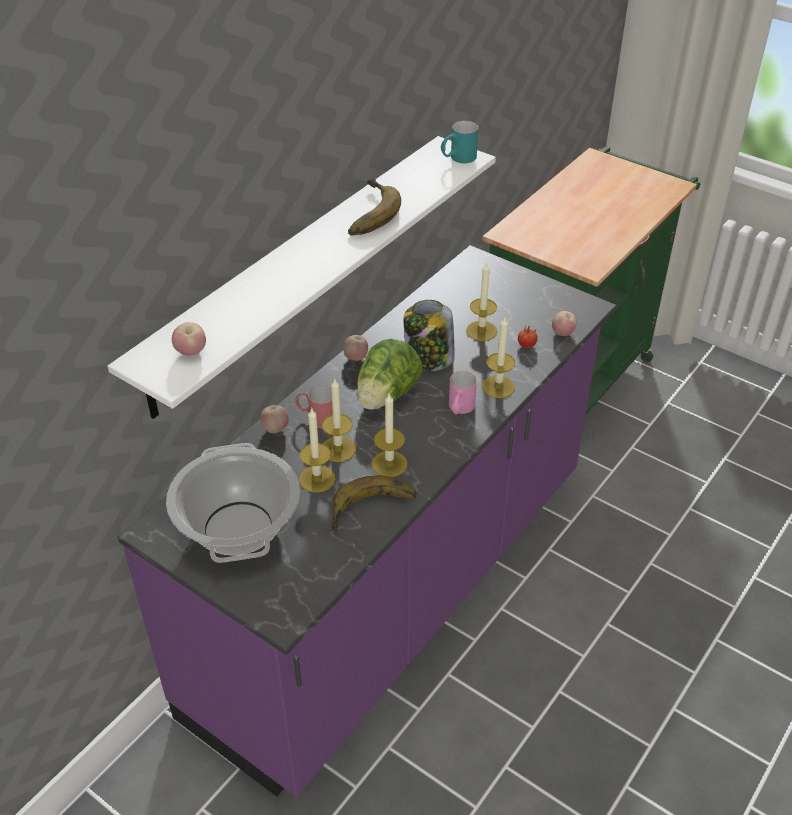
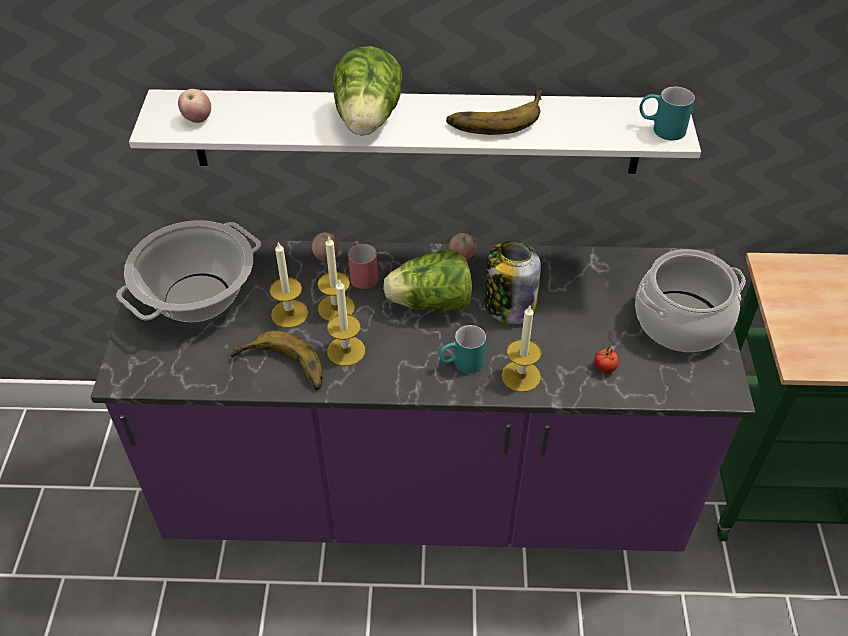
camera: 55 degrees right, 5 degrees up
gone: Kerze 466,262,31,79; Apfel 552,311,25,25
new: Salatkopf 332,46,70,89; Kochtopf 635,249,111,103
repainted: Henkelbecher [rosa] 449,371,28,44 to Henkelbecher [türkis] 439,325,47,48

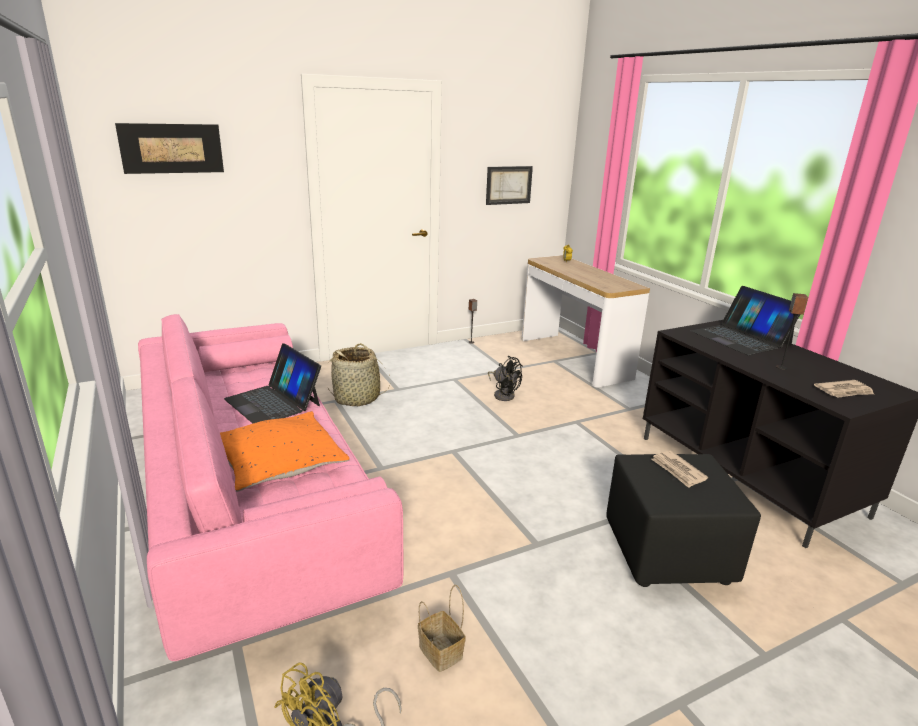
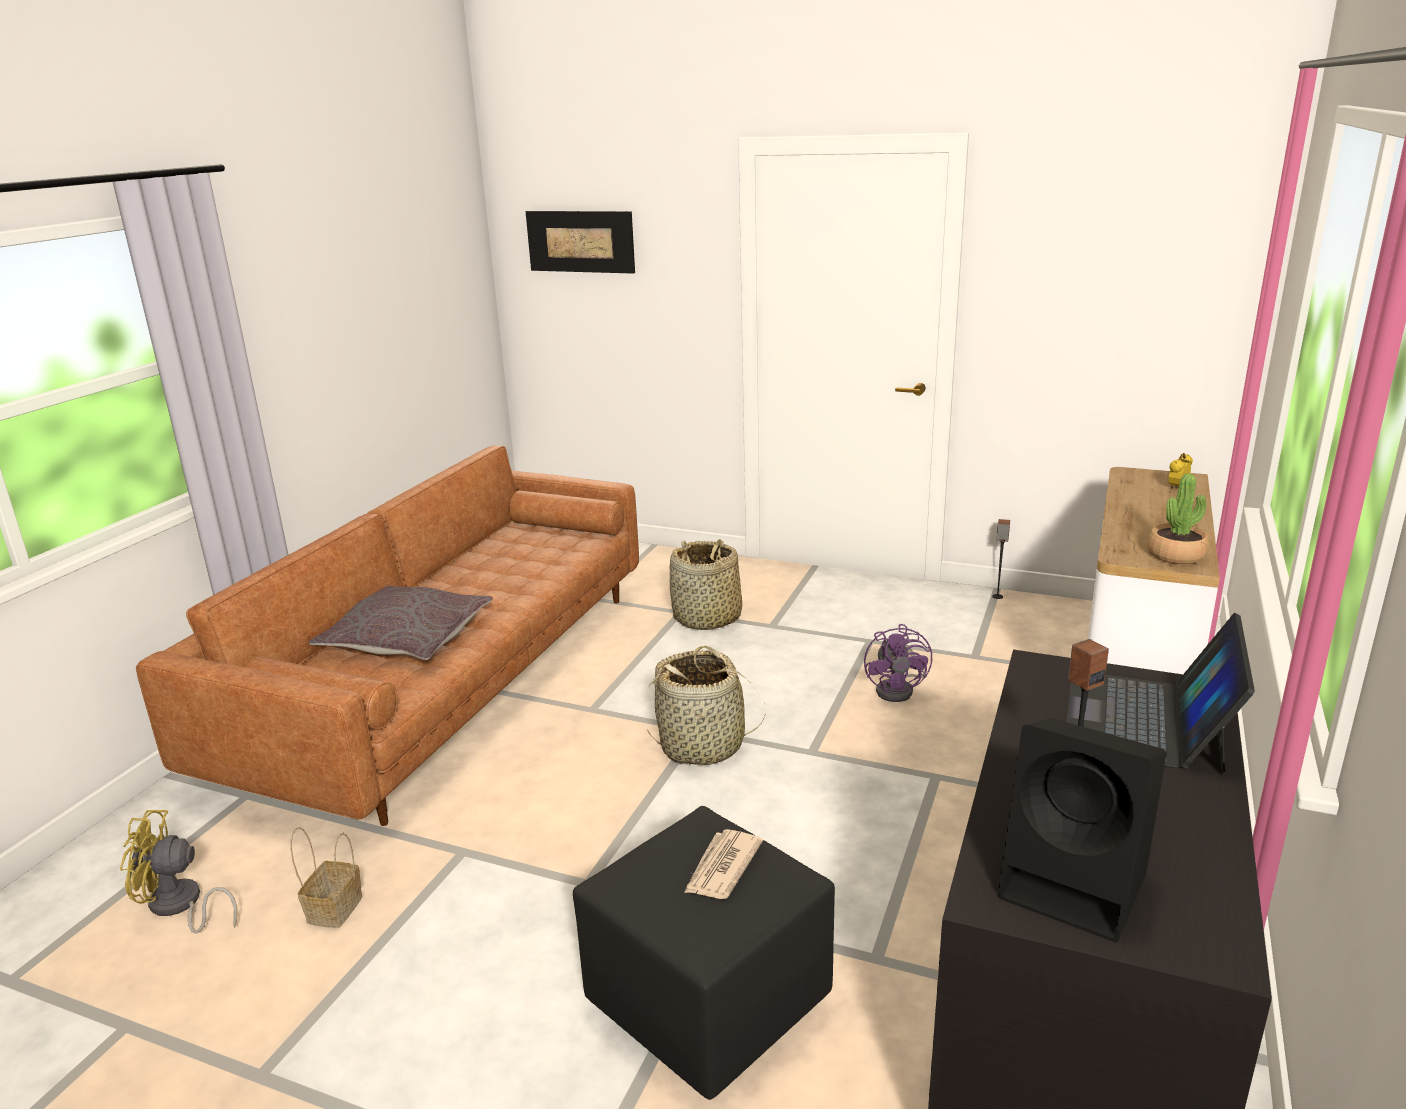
camera: 50 degrees right, 0 degrees up
gone: Laptop 224,343,97,80; Bild 486,166,47,39
new: Korb 647,646,119,119; Topfpflanze 1147,473,62,91
swapped: Zeitung 814,380,60,18 to Lautsprecher [schwarz] 998,718,168,224
repainted: Sofa [rosa] 138,314,265,347 to Sofa [braun] 136,445,503,381; Kissen [orange] 220,411,130,81 to Kissen [grau] 309,585,184,75; Ventilator [schwarz] 488,356,35,45 to Ventilator [lila] 864,624,68,78

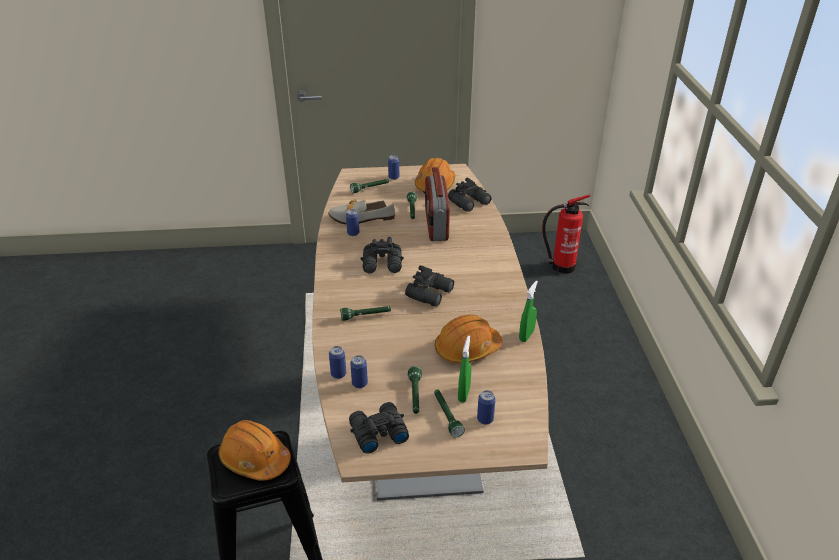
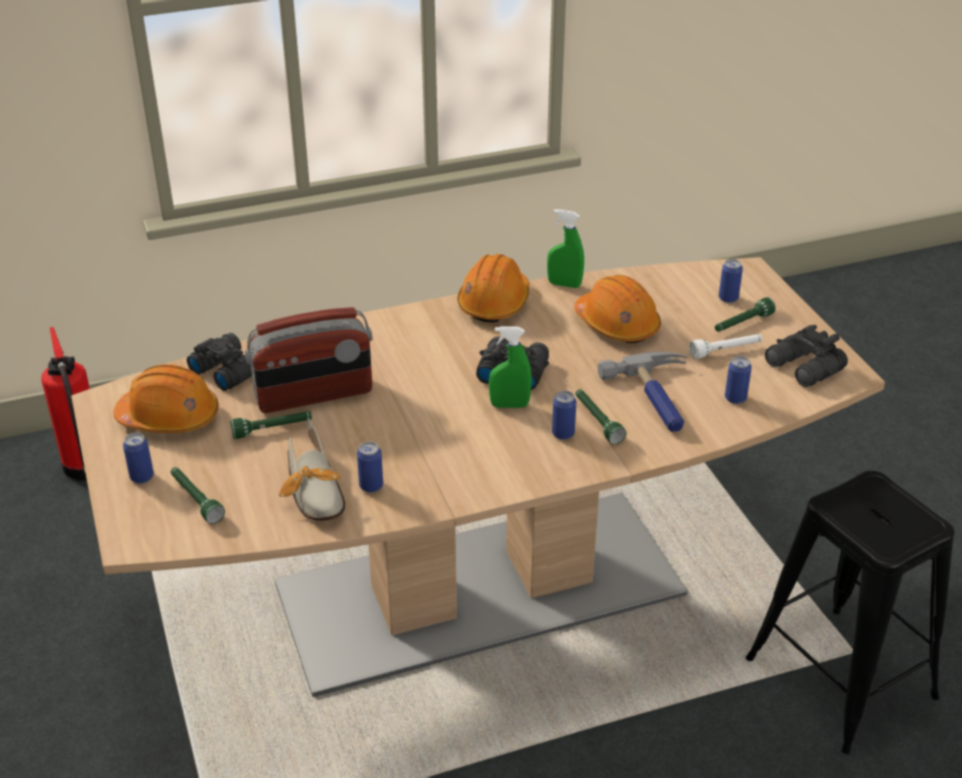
camera: 105 degrees left, 0 degrees up
gone: Fernglas [schwarz] 360,237,44,36
new: Hammer 598,352,89,80
shifted: Schutzhelm [orange] 219,420,72,61 to 457,254,72,69; Sprühflasche [grün] 458,335,13,68 to 489,326,43,82; Dose 329,346,17,33 to 552,391,24,49
repainted: Taschenlampe [grün] 408,366,14,48 to Taschenlampe [weiß] 689,334,73,25

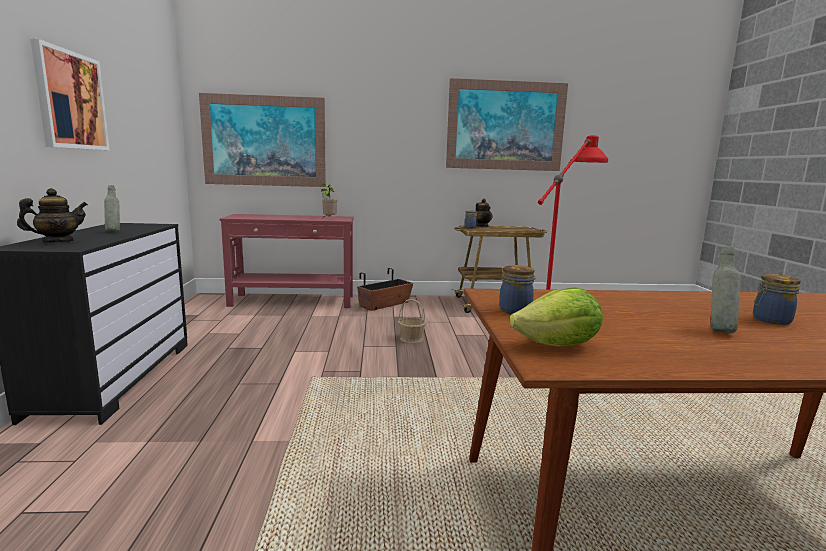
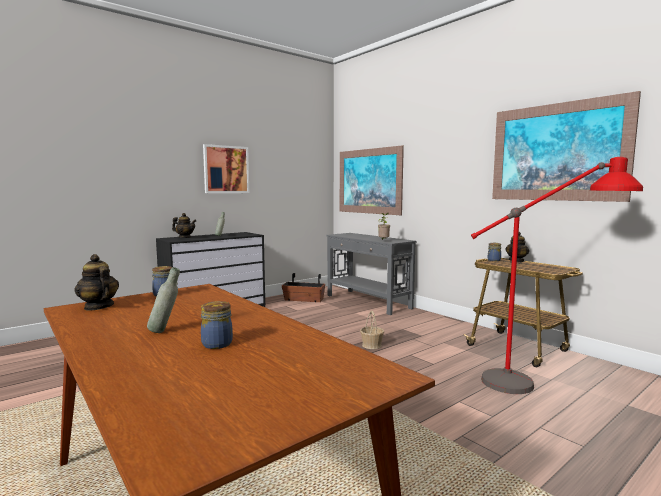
camera: 55 degrees right, 5 degrees down
shifted: Pflanzkübel 357,268,56,43 to 282,273,43,29
swapped: Salatkopf 510,287,93,59 to Teekanne 75,254,44,56
repainted: Konsolentisch [rot] 220,214,134,94 to Konsolentisch [grau] 326,233,91,82

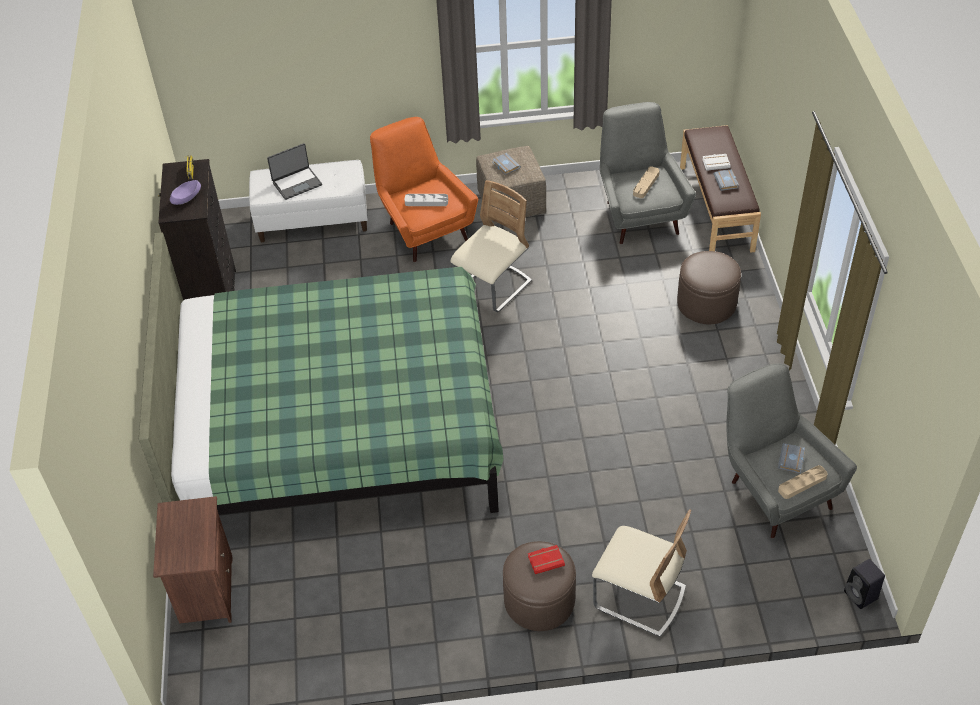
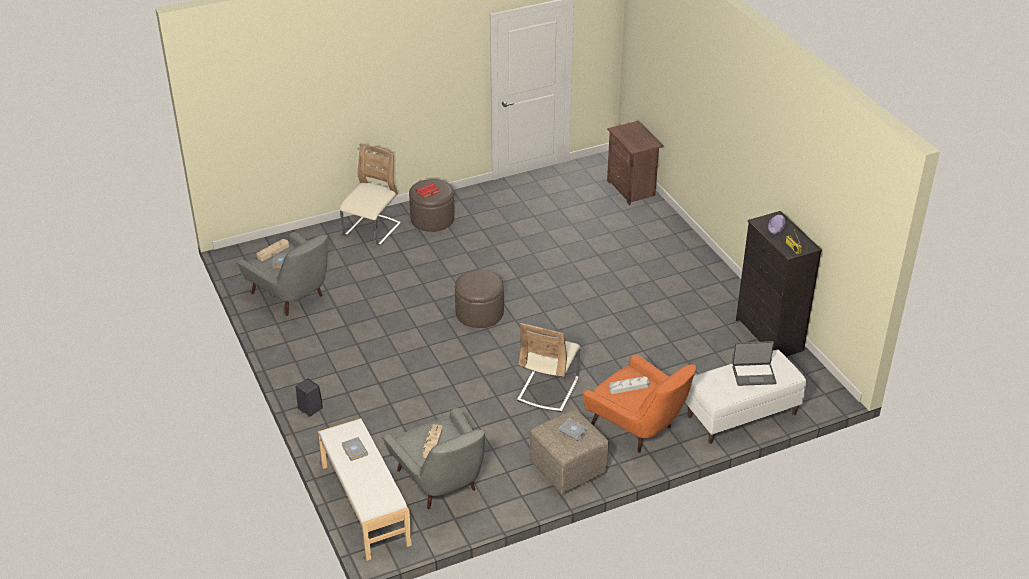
camera: 160 degrees right, 10 degrees down
gone: Bett [grün] 139,232,365,283; Buch [weiß] 702,154,28,17
shifted: Lautsprecher [schwarz] 844,559,41,50 to 296,378,27,38; Polsterhocker [braun] 677,251,64,73 to 455,270,49,58
repainted: Bank [braun] 680,125,81,128 to Bank [weiß] 318,418,94,143
rotated: Stuhl [beige] 592,509,99,128 = 340,145,61,100 105 degrees clockwise; Laptop 267,143,55,57 = 732,341,45,45 135 degrees counterclockwise

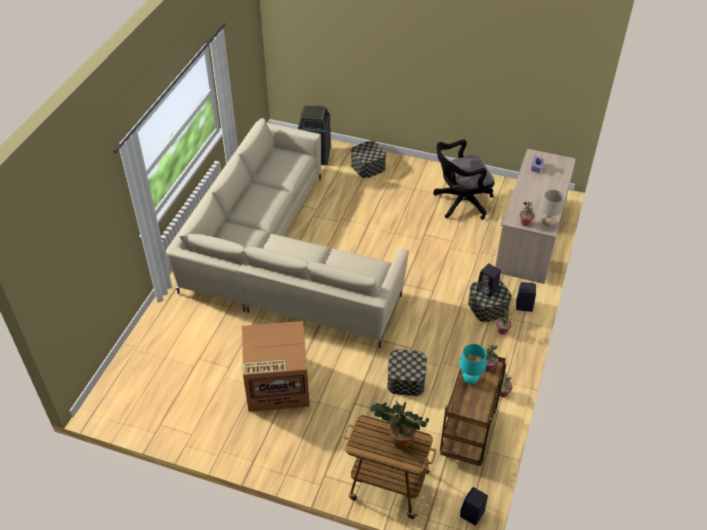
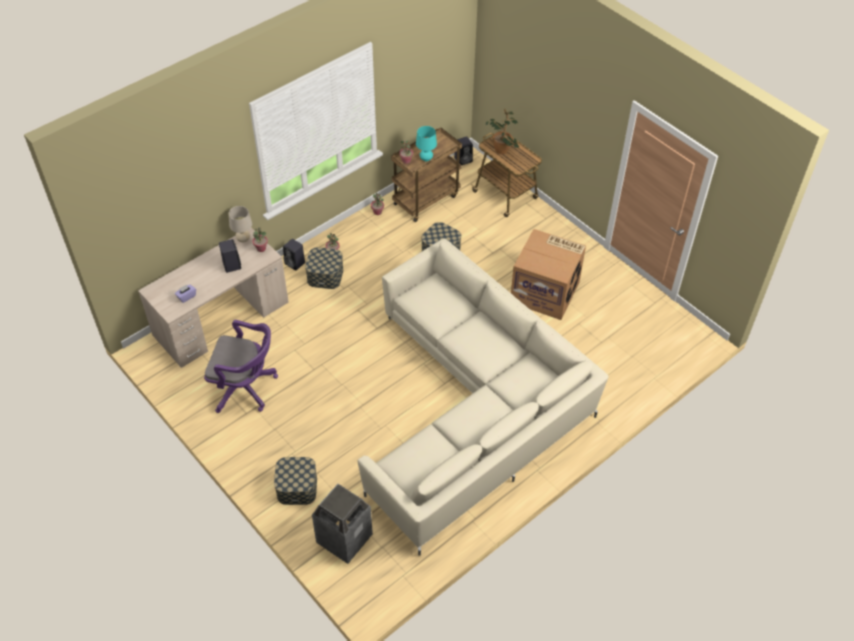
camera: 150 degrees left, 5 degrees up
shifted: Lautsprecher [schwarz] 477,263,24,34 to 219,239,22,34
repainted: Bürostuhl [schwarz] 433,139,61,81 to Bürostuhl [lila] 204,320,74,93

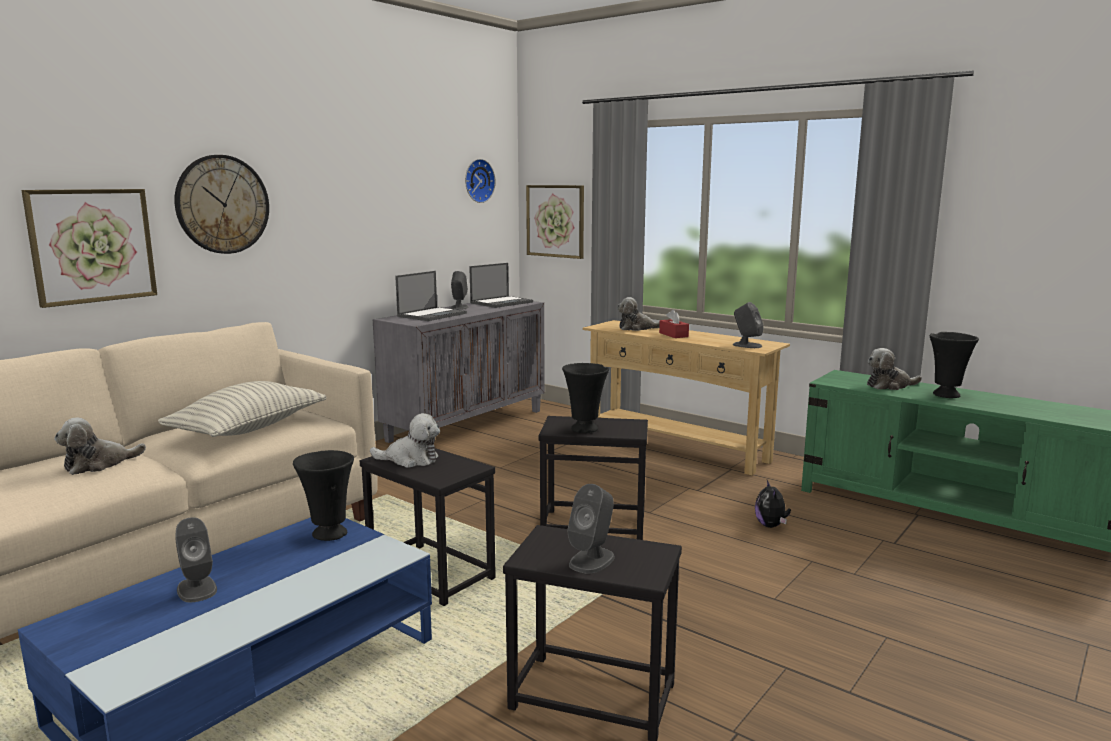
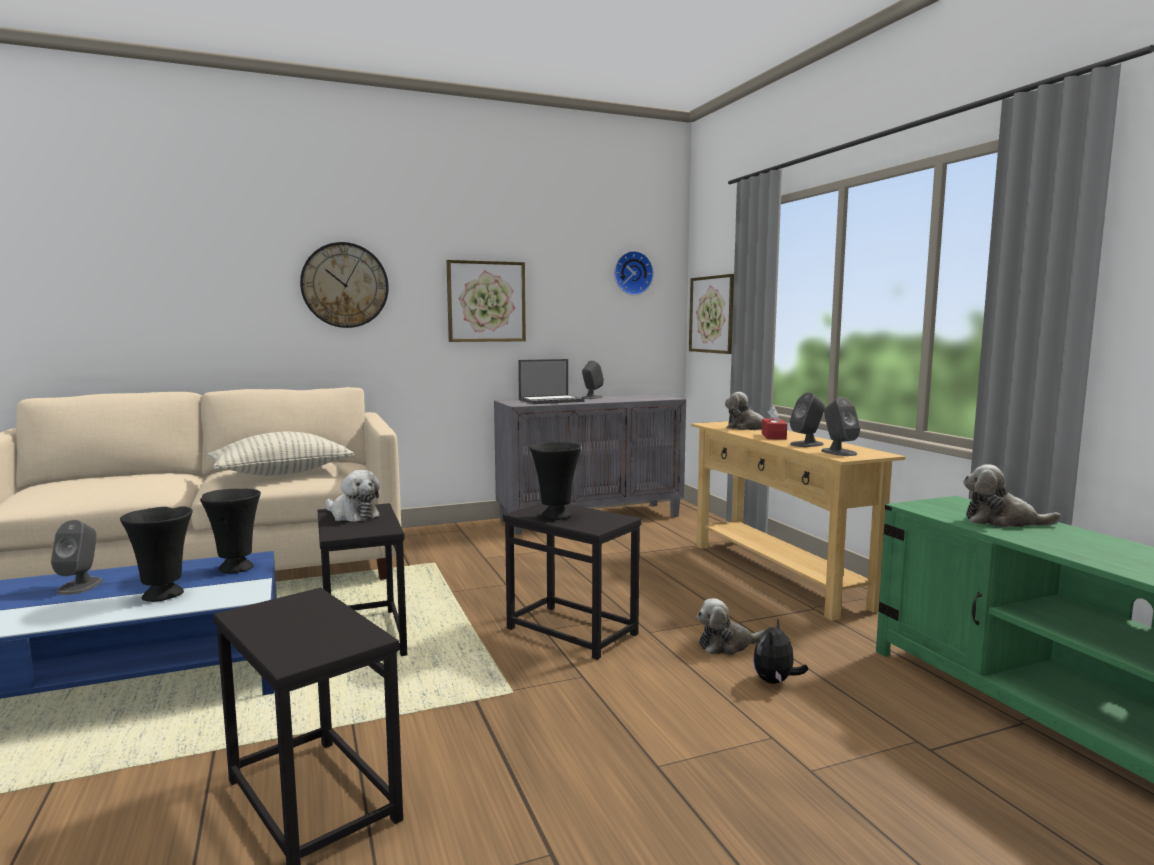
camera: 30 degrees right, 5 degrees down
gone: Laptop 469,263,64,45
shifted: Vase [schwarz] 929,332,50,66 to 120,506,73,96; Bild 21,189,136,119 to 447,260,79,82; Plüschtier 54,418,92,57 to 697,598,68,57; Lautsprecher [grau] 567,484,48,90 to 790,392,35,55

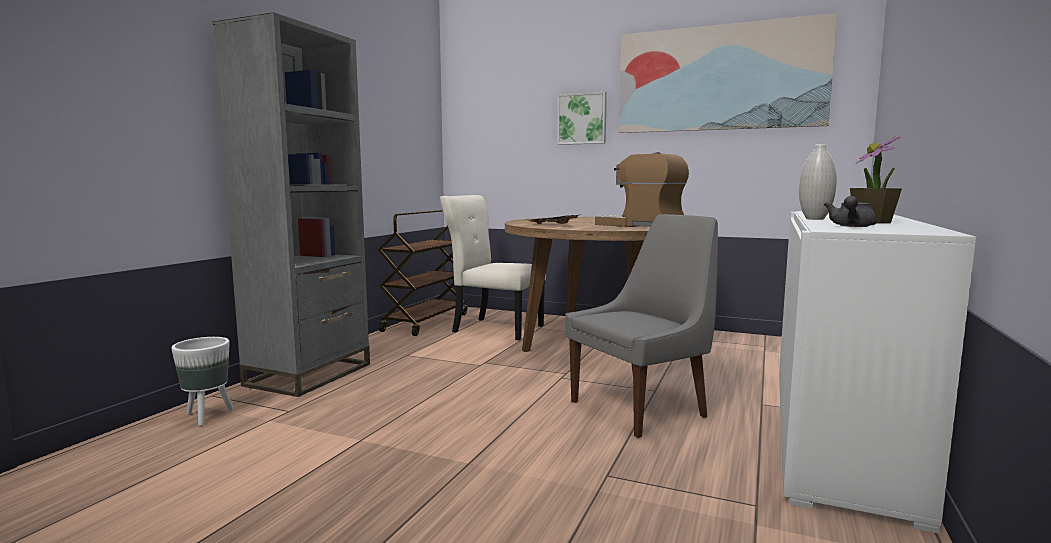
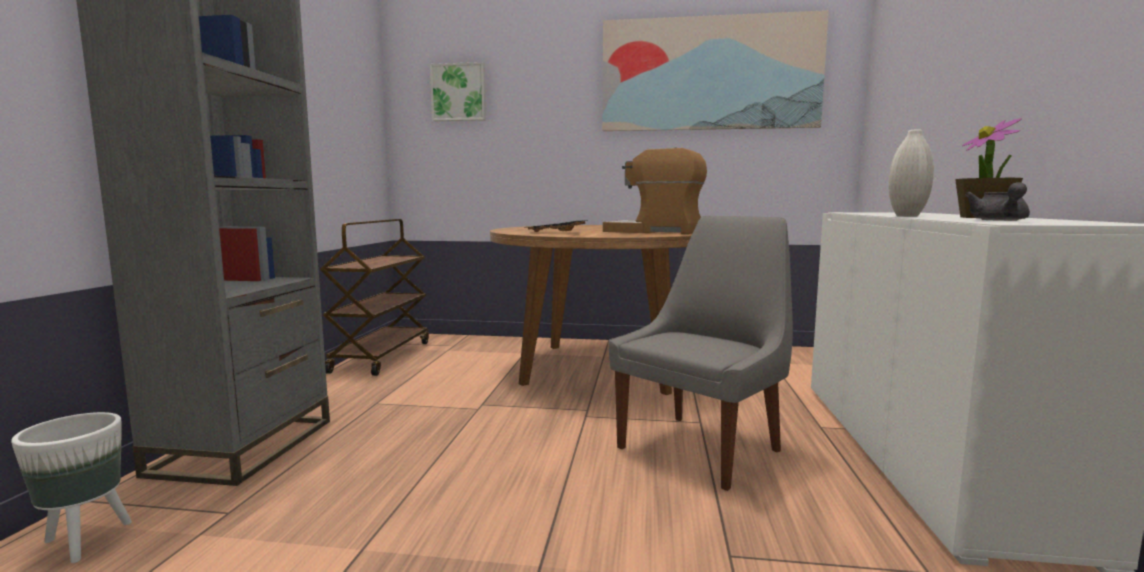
camera: 15 degrees left, 0 degrees up
gone: Stuhl [beige] 440,195,106,145
shifted: Bild 557,92,50,53 to 430,62,56,59

